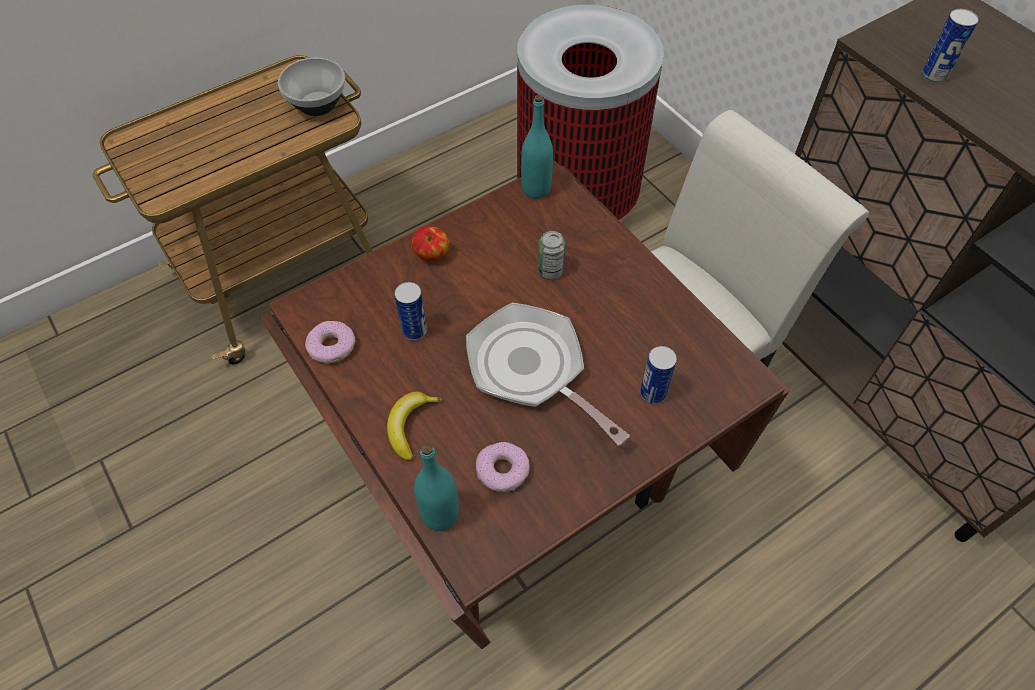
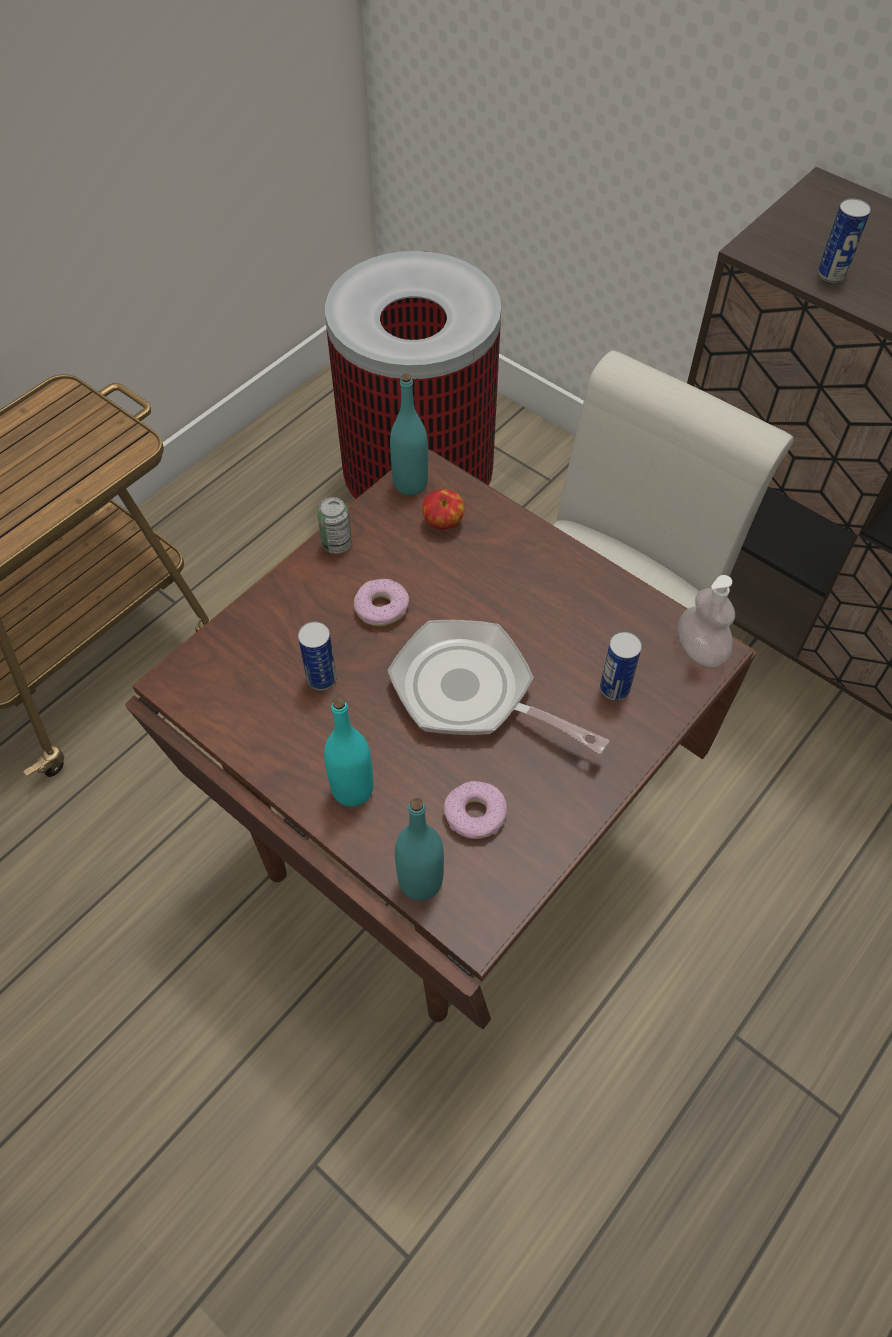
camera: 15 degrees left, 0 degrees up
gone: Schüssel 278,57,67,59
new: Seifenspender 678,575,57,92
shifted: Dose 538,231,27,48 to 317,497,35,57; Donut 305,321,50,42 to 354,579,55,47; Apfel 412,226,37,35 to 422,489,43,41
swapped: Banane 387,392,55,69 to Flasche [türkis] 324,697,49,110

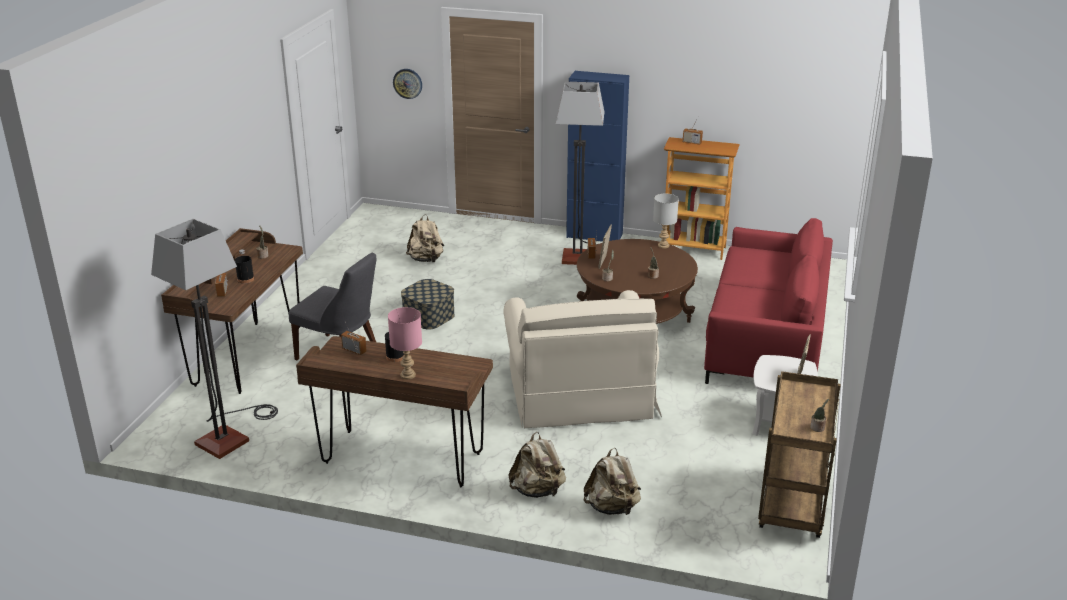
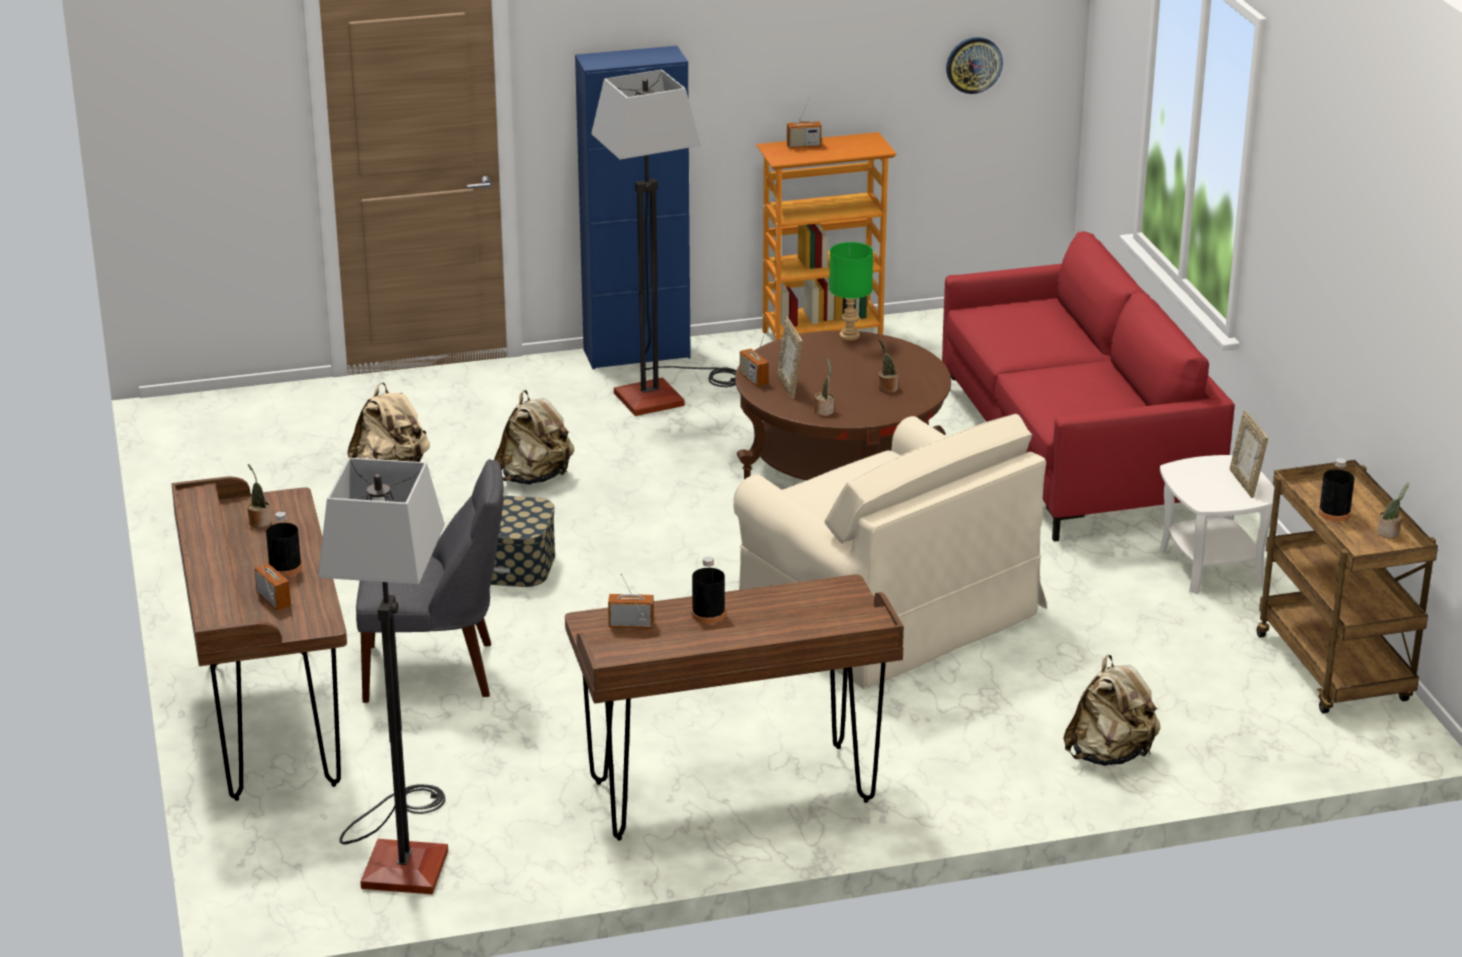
camera: 30 degrees left, 0 degrees up
gone: Tischlampe [rosa] 388,307,34,73
new: Flasche [schwarz] 1318,458,37,64
shifted: Rucksack [beige] 509,432,57,66 to 494,390,80,95; Wanduhr 393,69,29,30 to 946,37,57,57
repainted: Tischlampe [grau] 653,193,26,56 to Tischlampe [grün] 829,242,44,99

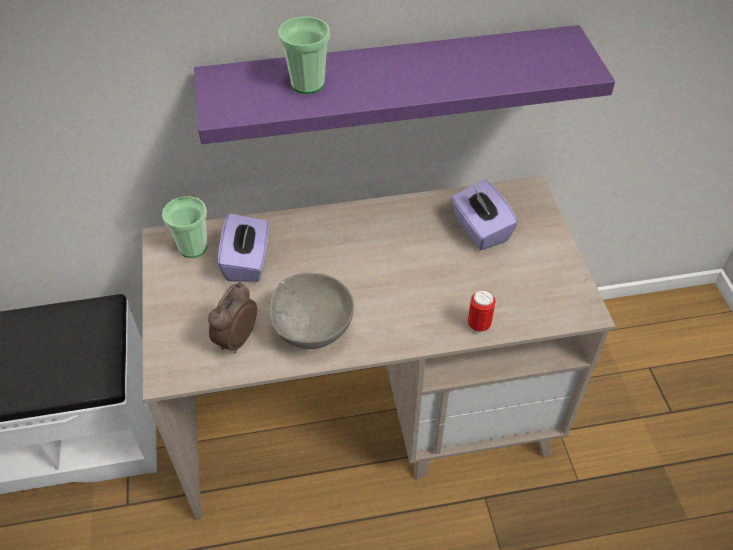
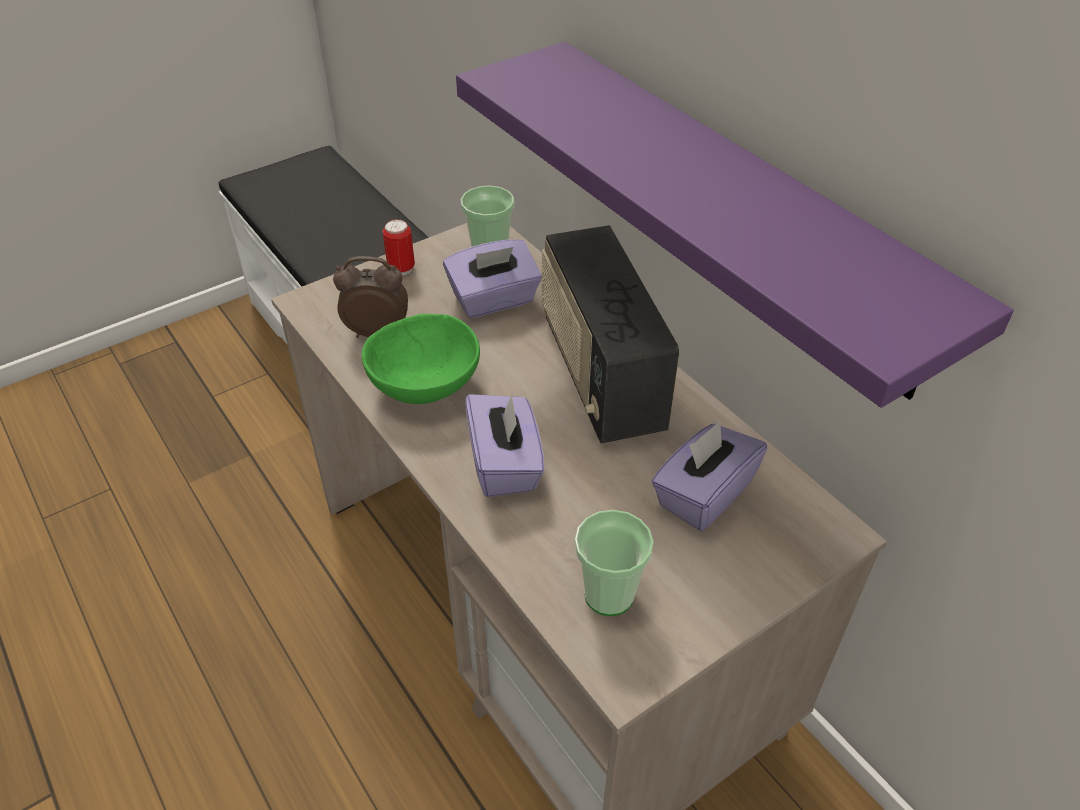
camera: 65 degrees right, 5 degrees down
new: Taschentuchbox [lila] 465,392,80,105; Radio 542,225,137,218
shifted: Dose 468,290,28,42 to 383,219,32,56; Tasse 278,16,52,78 to 575,510,79,106
repainted: Schüssel [grau] 269,273,85,76 to Schüssel [grün] 362,314,118,90

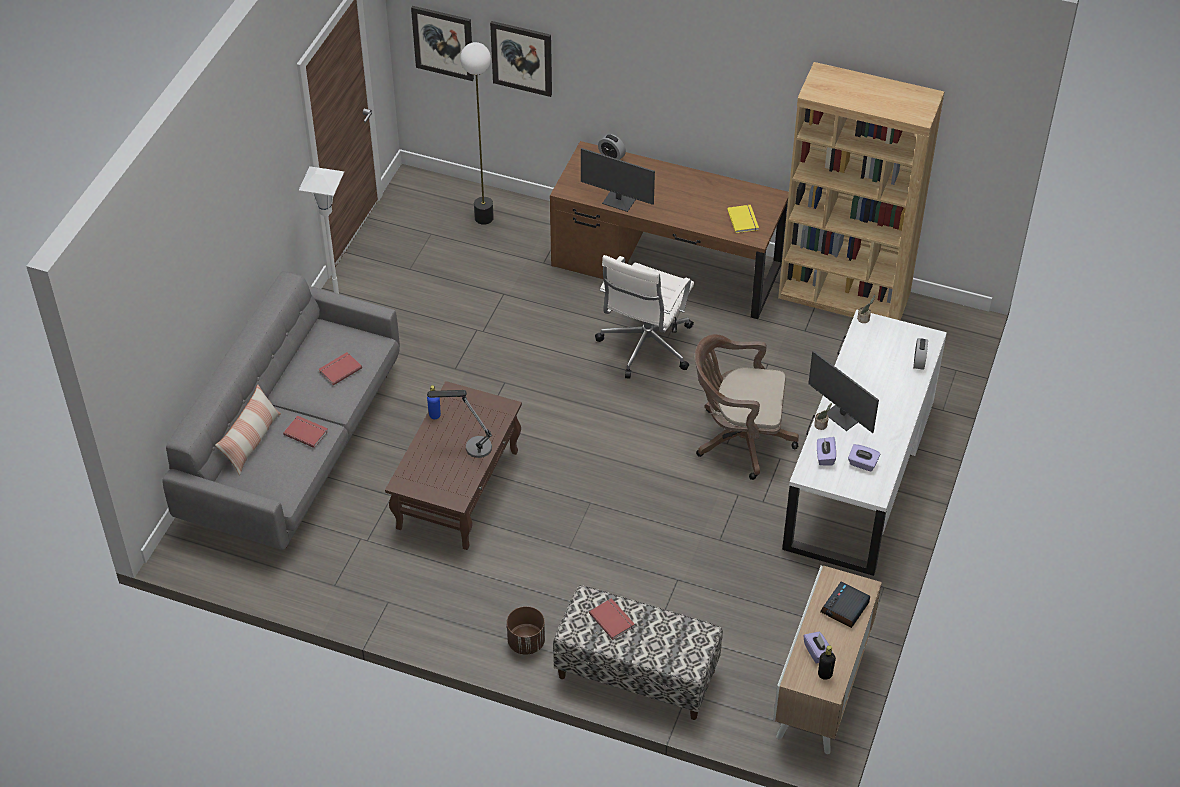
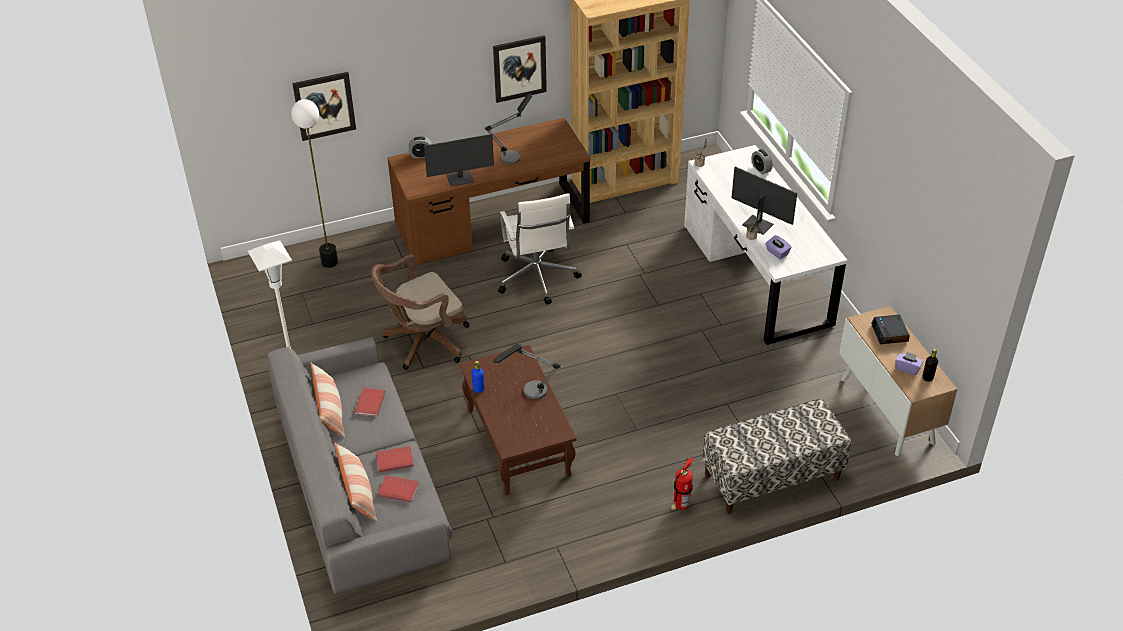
camera: 40 degrees left, 5 degrees down
gone: Buch [gelb] 727,205,32,28; Taschentuchbox [lila] 848,444,32,27
new: Kissen 311,363,34,74; Tischlampe 485,94,47,70
shifted: Bürostuhl [braun] 695,334,104,146 to 371,254,98,116; Buch [rot] 589,598,46,42 to 377,475,42,27; Bild 411,6,63,75 to 493,35,54,68
swapped: Pflanzkübel [braun] 507,606,38,49 to Feuerlöscher 671,458,22,52
rotated: Monitor 808,351,71,82 = 732,167,65,68 150 degrees counterclockwise

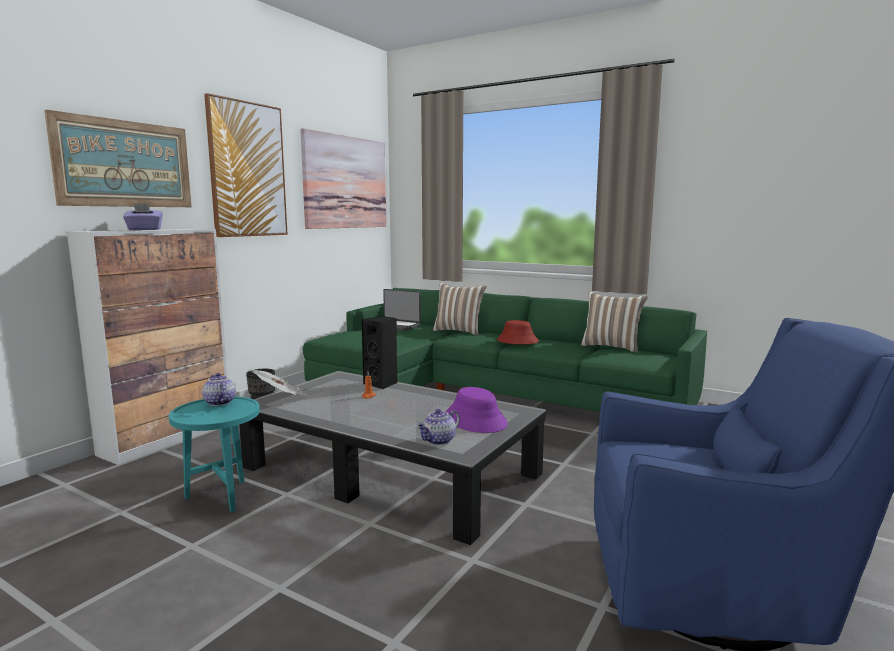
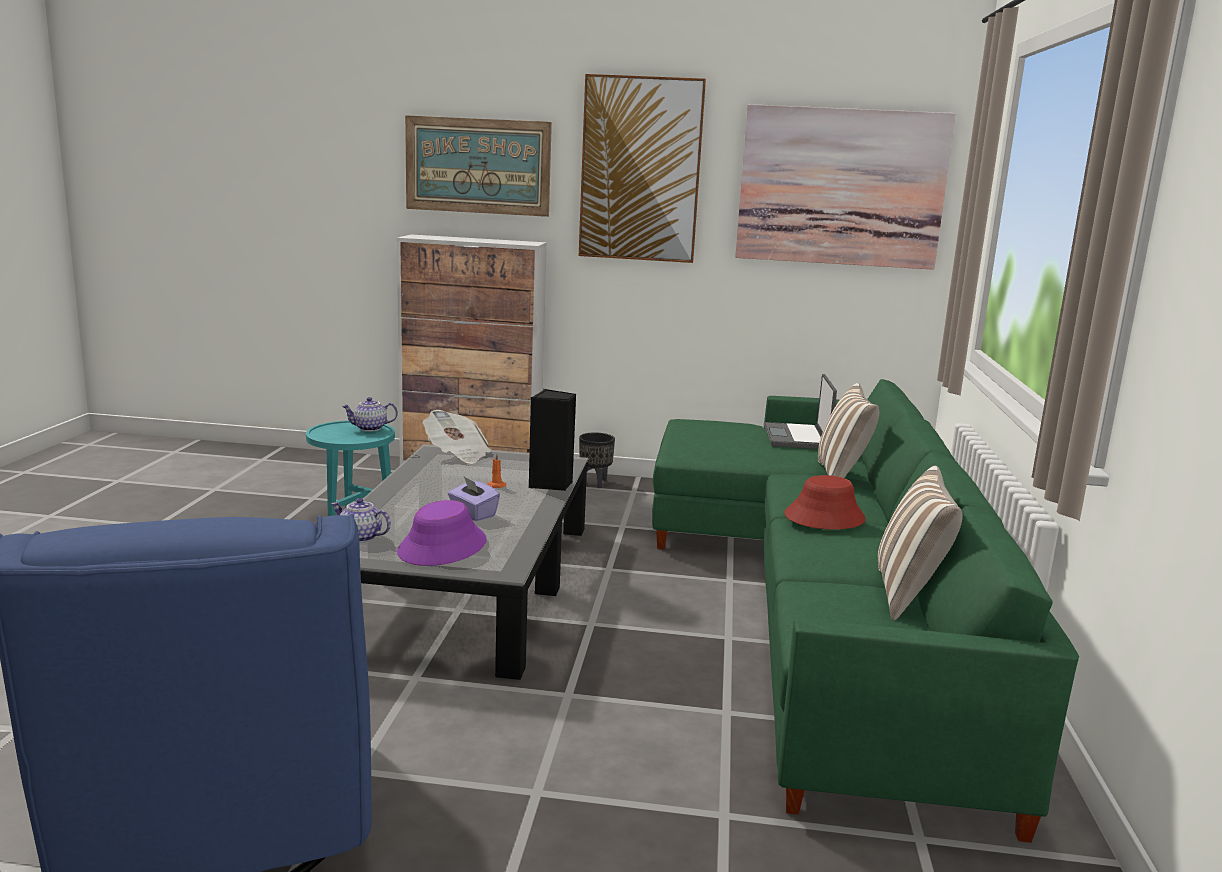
camera: 65 degrees right, 5 degrees up
shifted: Taschentuchbox [lila] 123,203,40,27 to 448,477,52,44
rotated: Teekanne 202,373,34,33 = 342,397,56,34 135 degrees counterclockwise

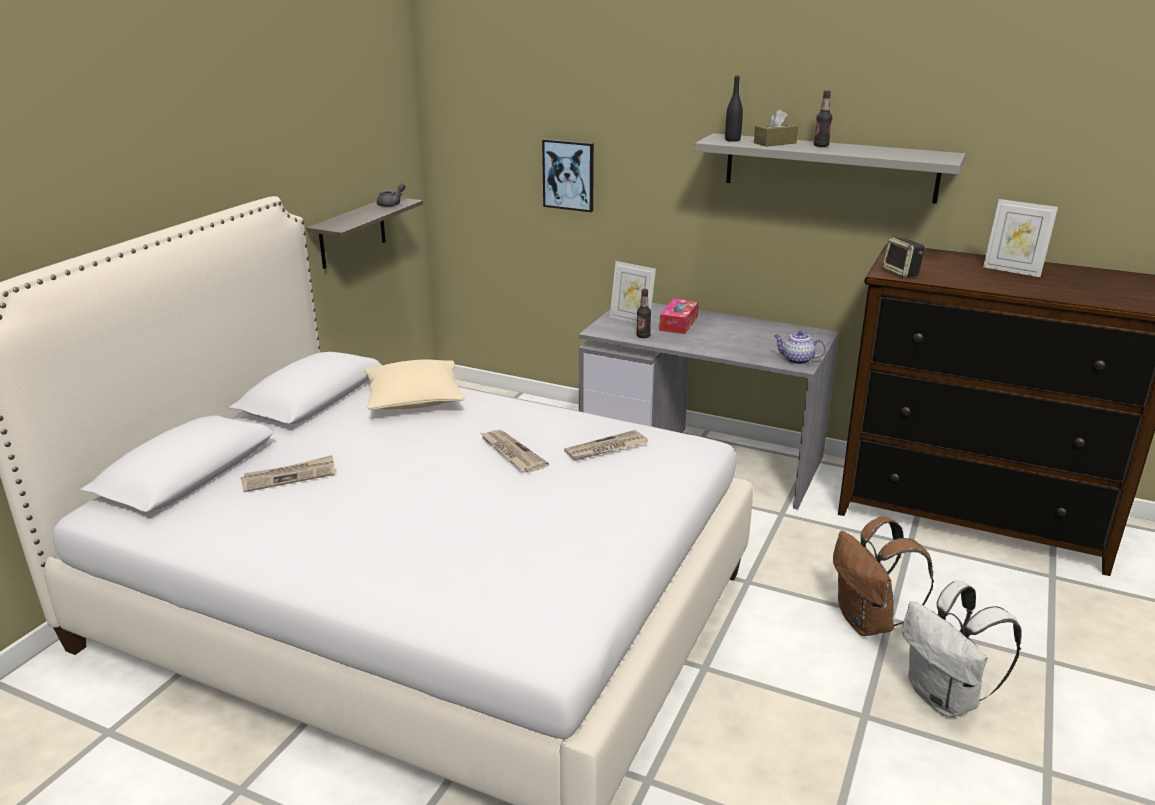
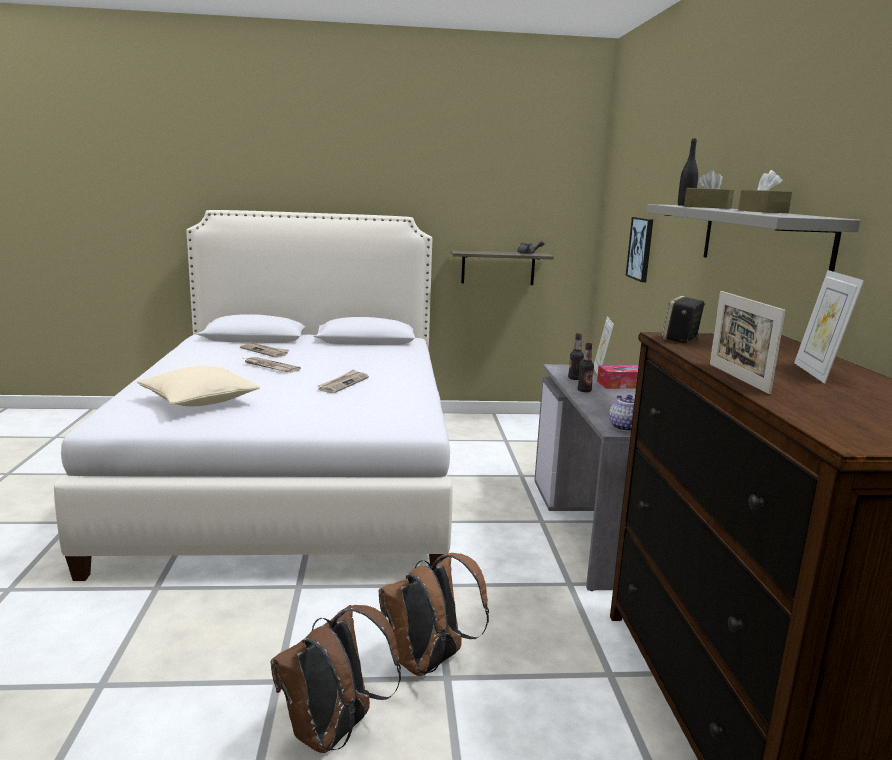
camera: 60 degrees right, 10 degrees down
new: Bilderrahmen 710,291,75,103; Taschentuchbox [braun] 738,170,54,43
shifted: Kissen [beige] 365,360,99,50 to 137,366,123,41; Zeitung 564,430,84,31 to 244,357,57,16; Flasche 814,90,18,57 to 578,343,16,49
repainted: Rucksack [weiß] 902,581,120,136 to Rucksack [braun] 271,605,130,148

